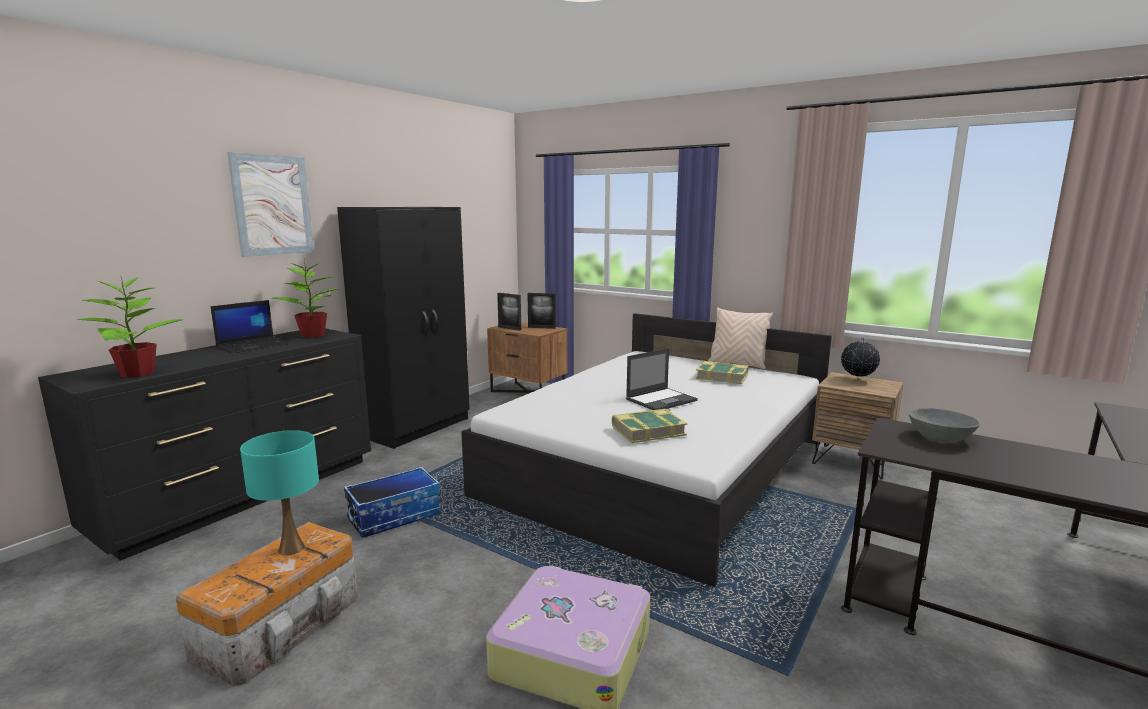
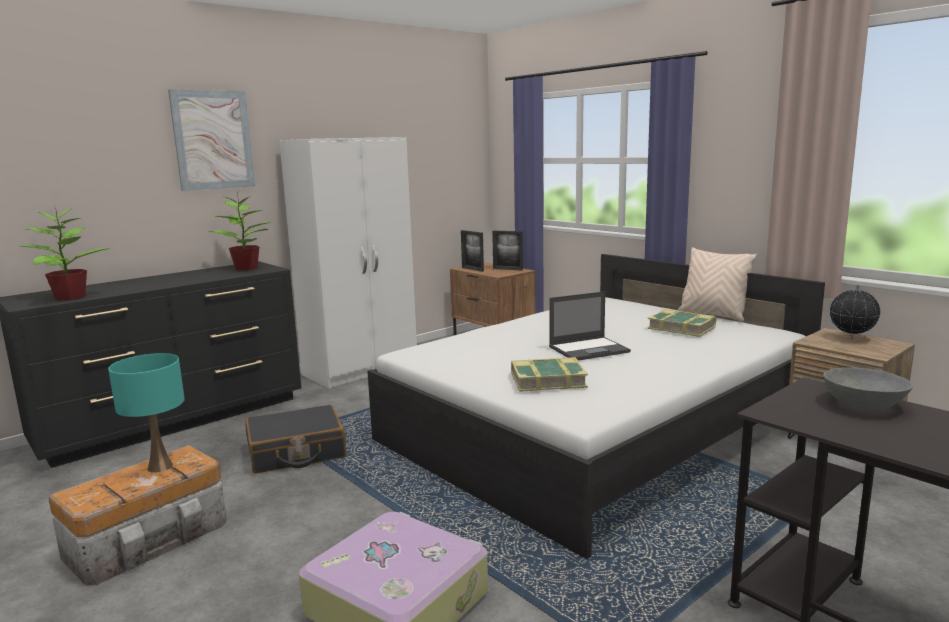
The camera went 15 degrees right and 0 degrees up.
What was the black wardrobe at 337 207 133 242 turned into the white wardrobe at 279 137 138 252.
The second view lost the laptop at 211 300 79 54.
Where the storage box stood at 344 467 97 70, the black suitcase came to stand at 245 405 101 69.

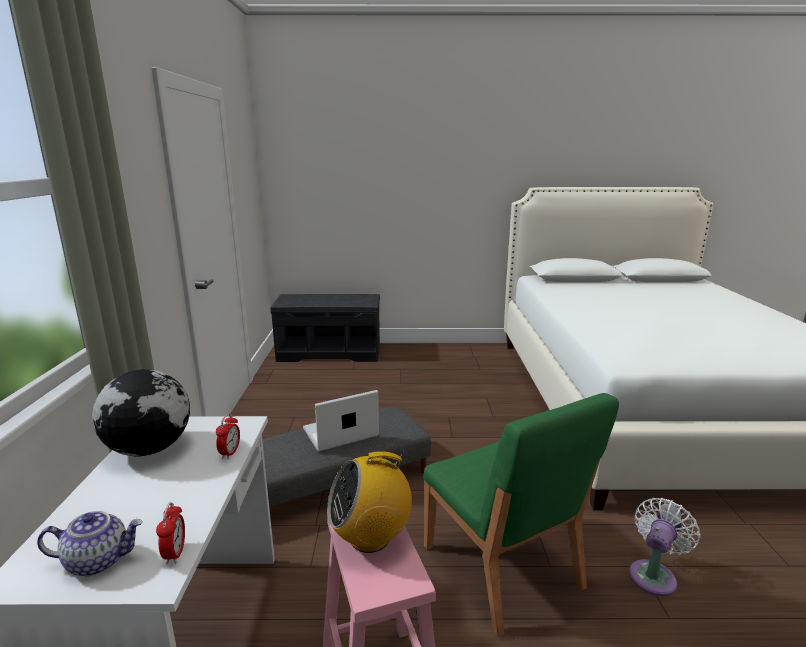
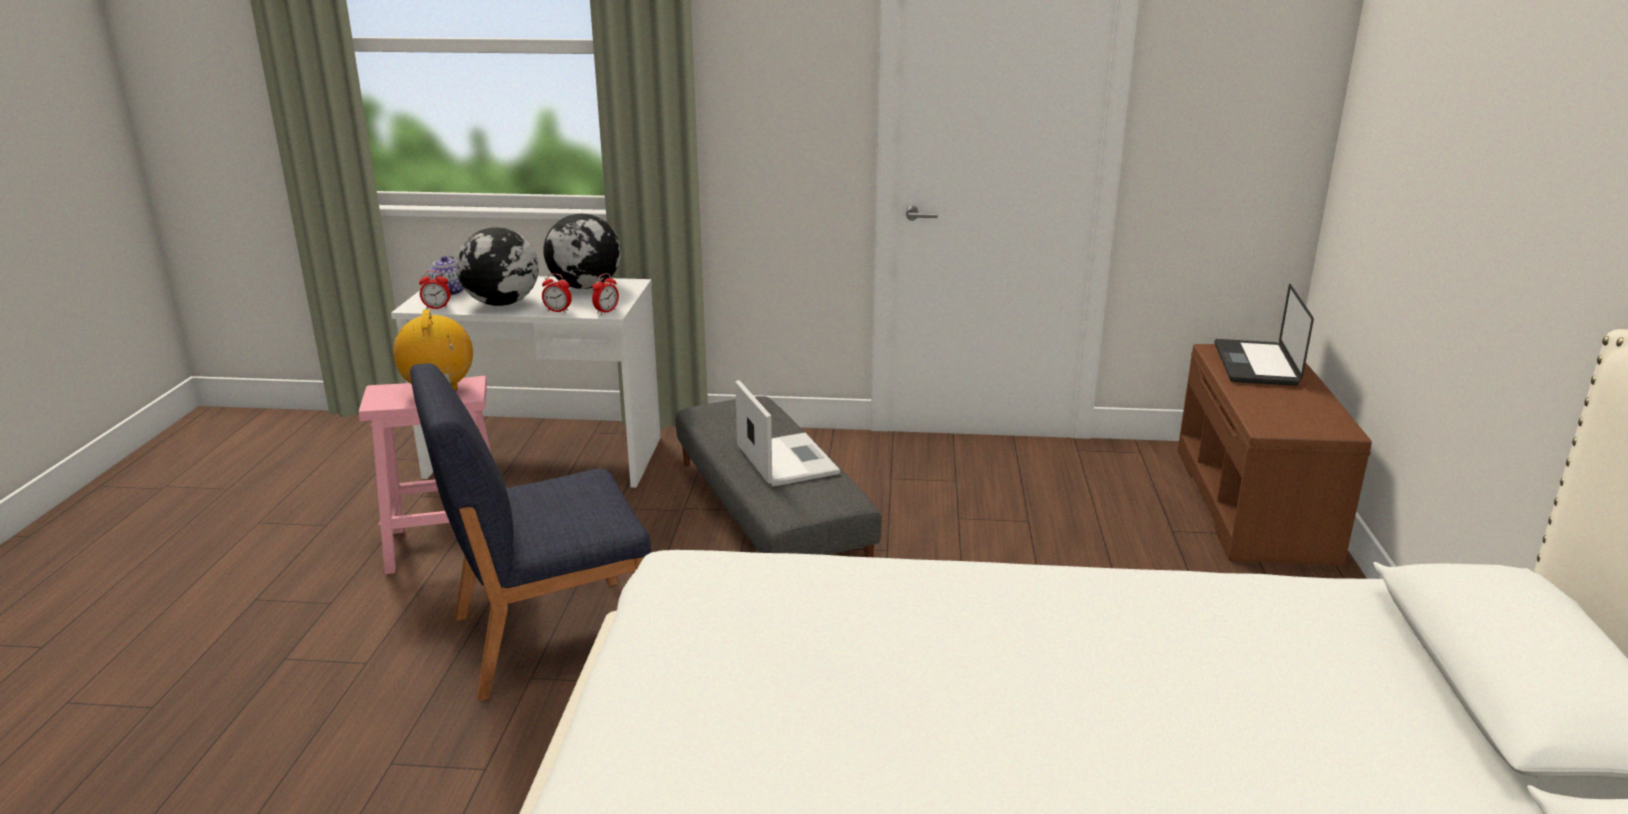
The camera went 95 degrees right and 5 degrees up.
What was the grey bench at 270 294 110 68 turned into the brown bench at 1177 344 195 222.
What was the green chair at 423 393 196 244 turned into the blue chair at 410 363 241 338.
The second view lost the white fan at 629 498 71 98.
The second view gained the globe at 456 227 83 79.
The second view gained the alarm clock at 592 273 27 42.
The second view gained the laptop at 1215 284 99 102.

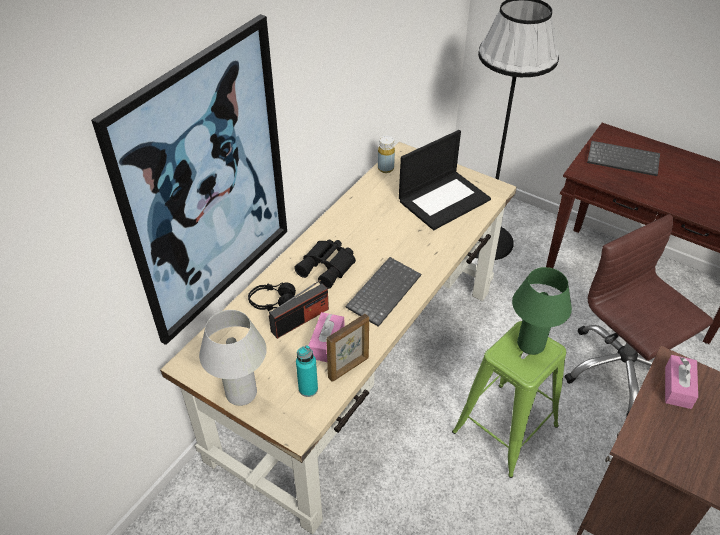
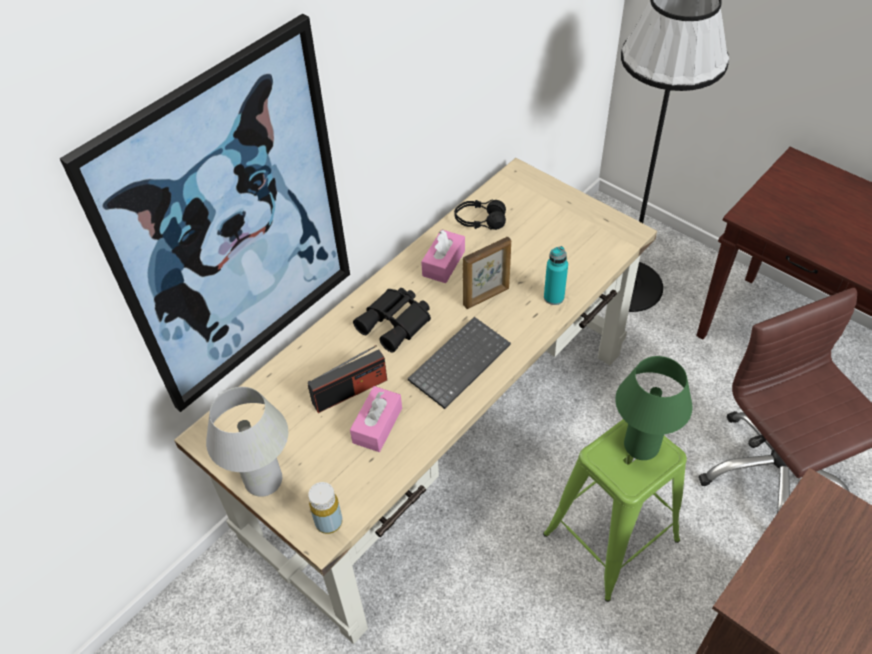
The camera went 10 degrees right and 5 degrees up.
The second view lost the laptop at 399 130 92 100.
The yellow bottle ended up elsewhere, having gone from 378 136 17 37 to 308 482 35 52.
The second view lost the keyboard at 587 141 73 35.
The black headphones ended up elsewhere, having gone from 248 282 48 29 to 454 199 52 31.
The picture frame ended up elsewhere, having gone from 326 313 43 69 to 463 237 48 72.
The turquoise bottle ended up elsewhere, having gone from 296 345 22 52 to 544 246 24 59.
The pink tissue box ended up elsewhere, having gone from 665 355 33 54 to 421 229 44 54.

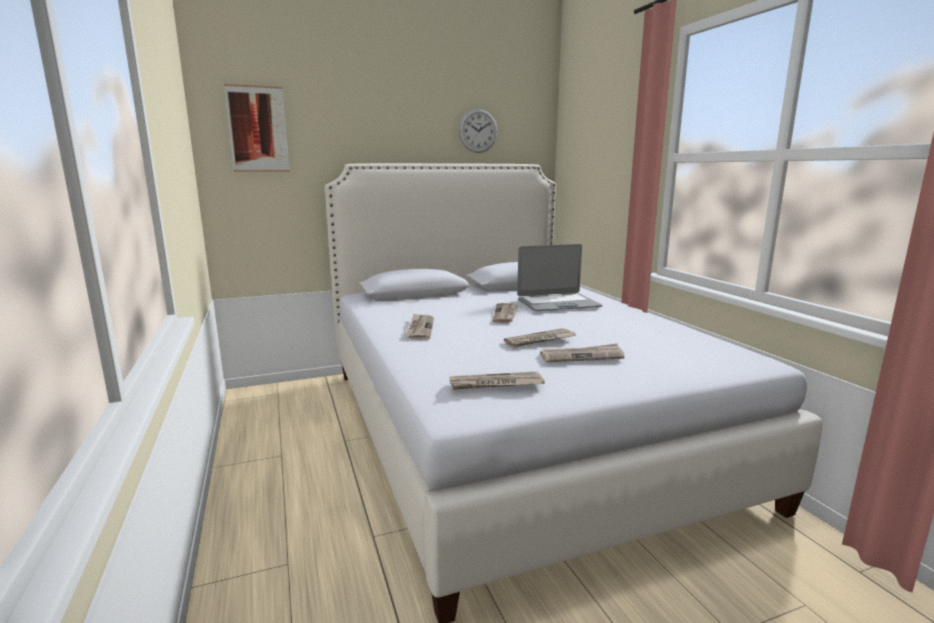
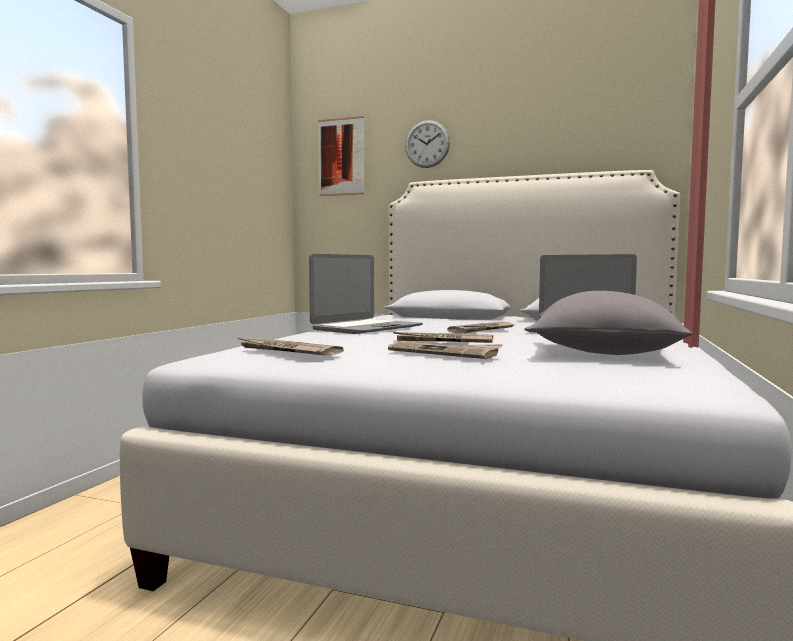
The camera went 40 degrees right and 10 degrees down.
The wall clock ended up elsewhere, having gone from 459 109 39 44 to 405 120 45 48.
Where the newspaper stood at 405 313 29 27, the laptop came to stand at 309 254 114 80.
The second view gained the grey pillow at 531 291 161 64.

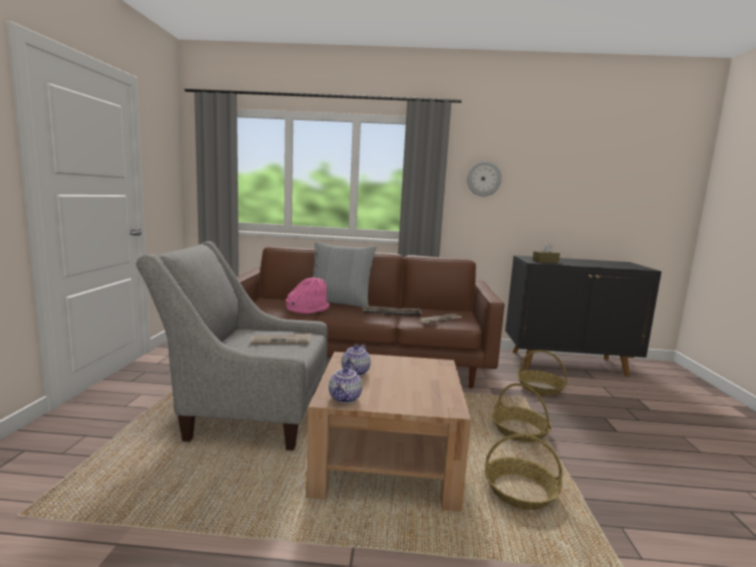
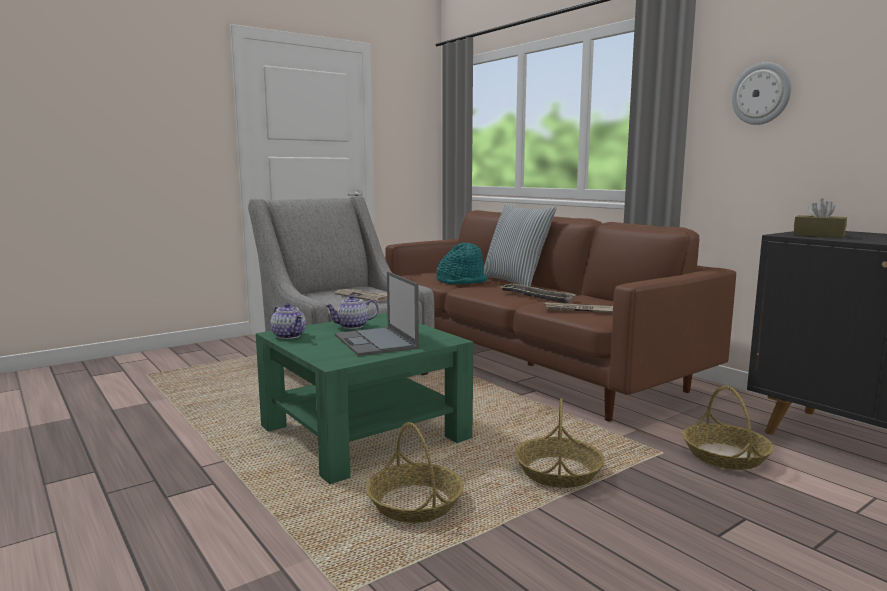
The camera went 50 degrees right and 0 degrees up.
What was the pink hat at 286 277 44 37 turned into the turquoise hat at 436 243 52 41.
What was the brown coffee table at 306 352 165 160 turned into the green coffee table at 256 313 217 171.
The teapot at 329 365 33 38 ended up facing another way, 105 degrees counterclockwise from before.
The second view gained the laptop at 335 271 84 85.

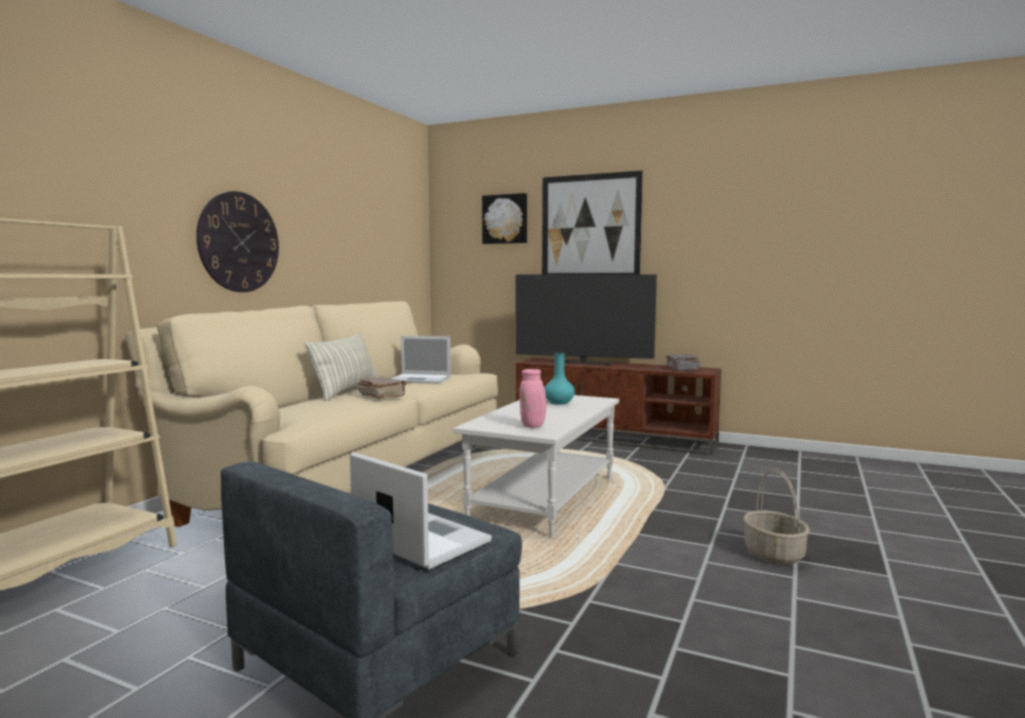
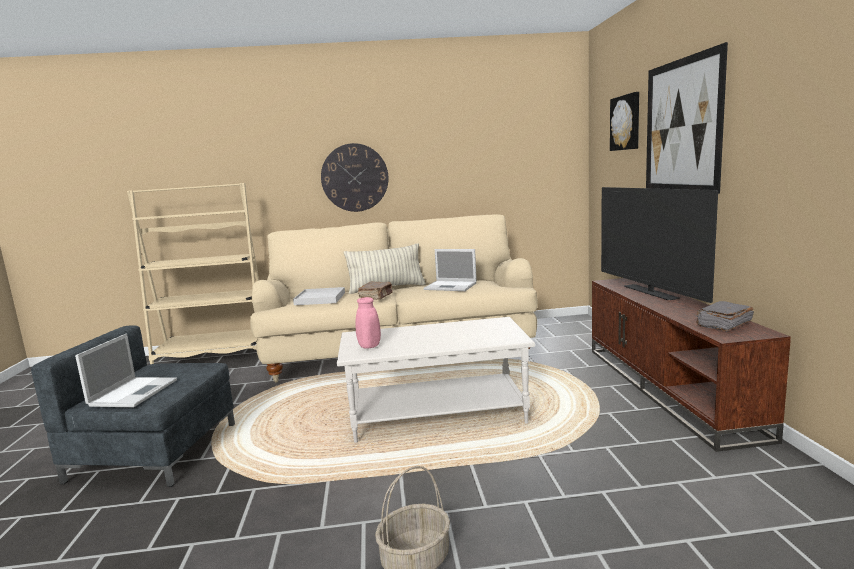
The camera went 60 degrees right and 5 degrees up.
The laptop at 391 336 60 48 ended up facing another way, 45 degrees counterclockwise from before.
The second view lost the turquoise vase at 545 353 30 52.
The second view gained the white tray at 293 287 52 18.

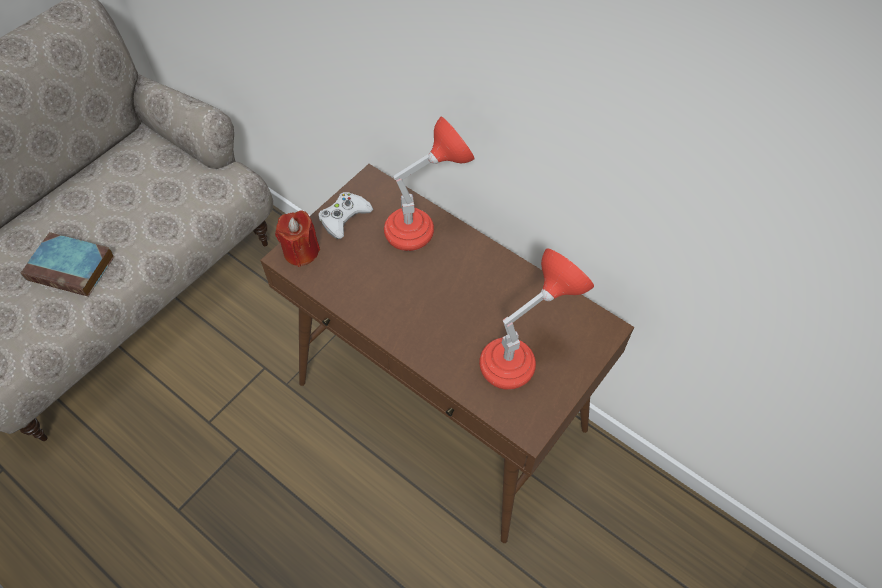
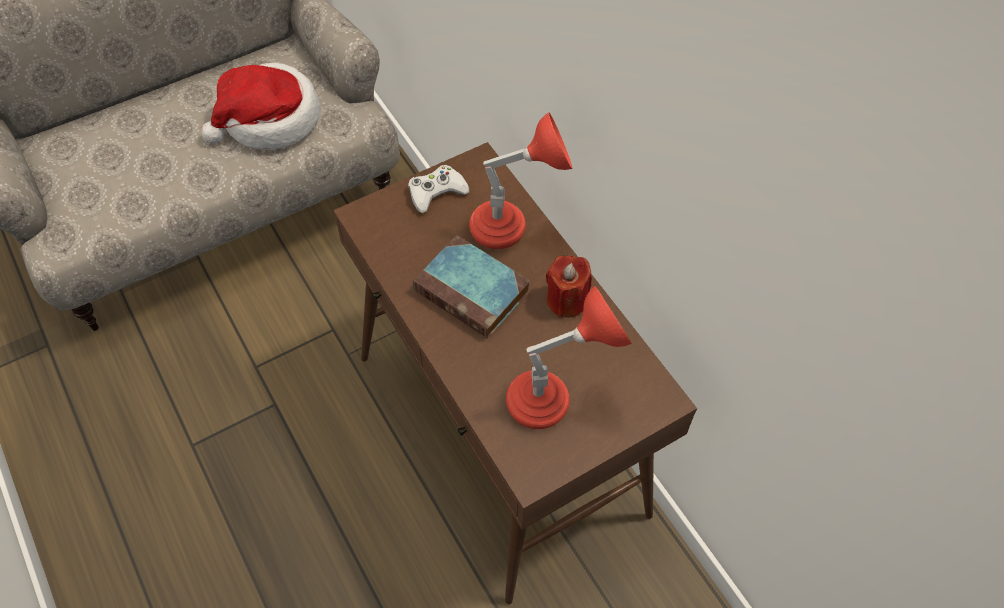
The camera went 20 degrees right and 0 degrees up.
The red candle ended up elsewhere, having gone from 275 211 45 56 to 546 255 46 63.
The book ended up elsewhere, having gone from 20 232 95 65 to 413 235 117 103.
The second view gained the hat at 201 63 119 87.

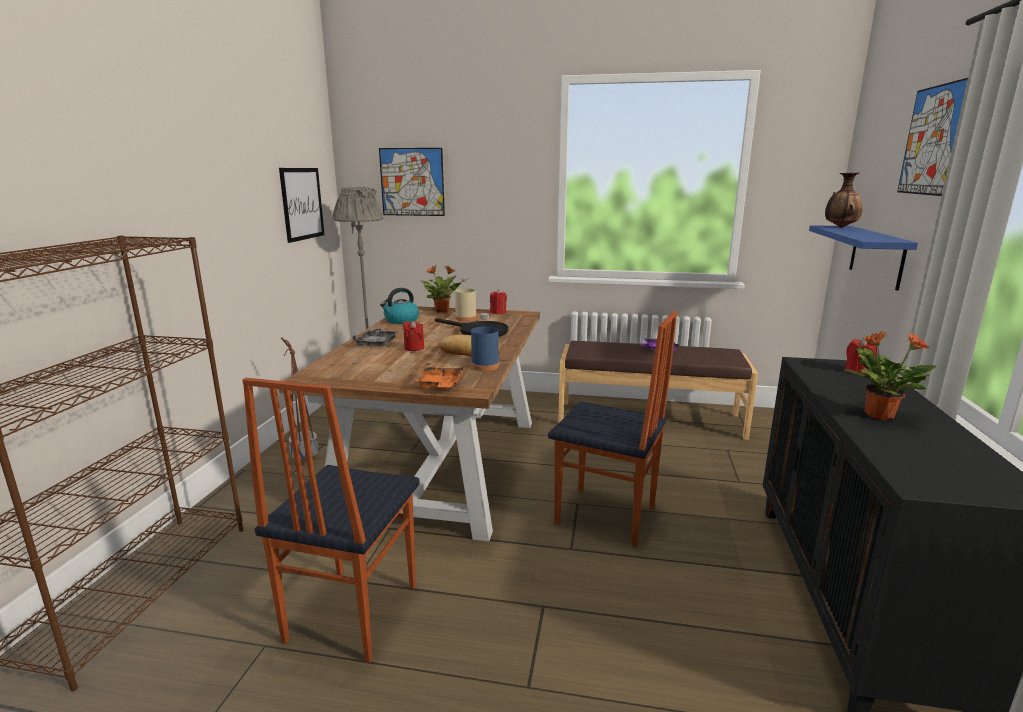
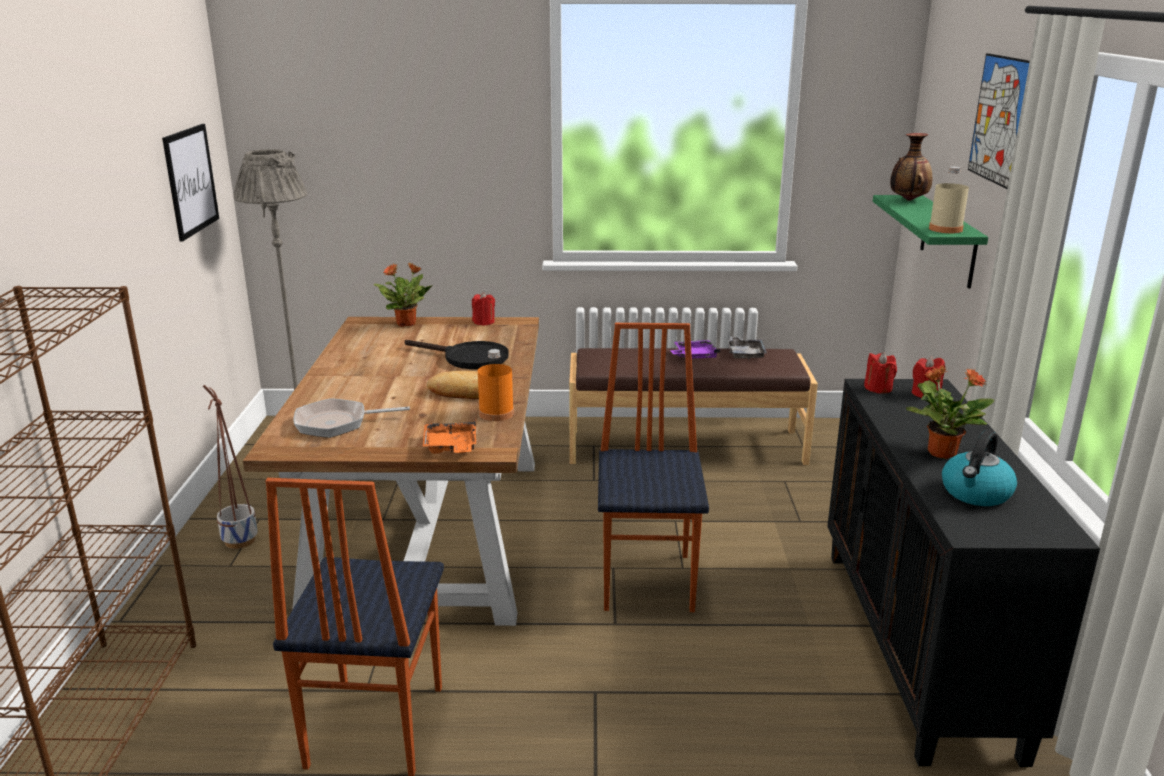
The camera went 10 degrees left and 5 degrees up.
The second view lost the picture at 379 148 66 68.
What was the blue shelf at 809 225 109 66 turned into the green shelf at 873 195 115 93.
The beige bottle ended up elsewhere, having gone from 455 278 22 43 to 929 167 40 66.
The kettle ended up elsewhere, having gone from 380 288 39 36 to 942 430 75 76.
The chair at 548 311 129 236 ended up facing another way, 105 degrees counterclockwise from before.
What was the blue bottle at 471 313 28 58 turned into the orange bottle at 478 349 36 72.
The red candle ended up elsewhere, having gone from 403 320 21 31 to 864 352 33 42.
The grey tray ended up elsewhere, having gone from 352 328 47 20 to 727 336 40 24.
The second view gained the frying pan at 293 398 117 40.

